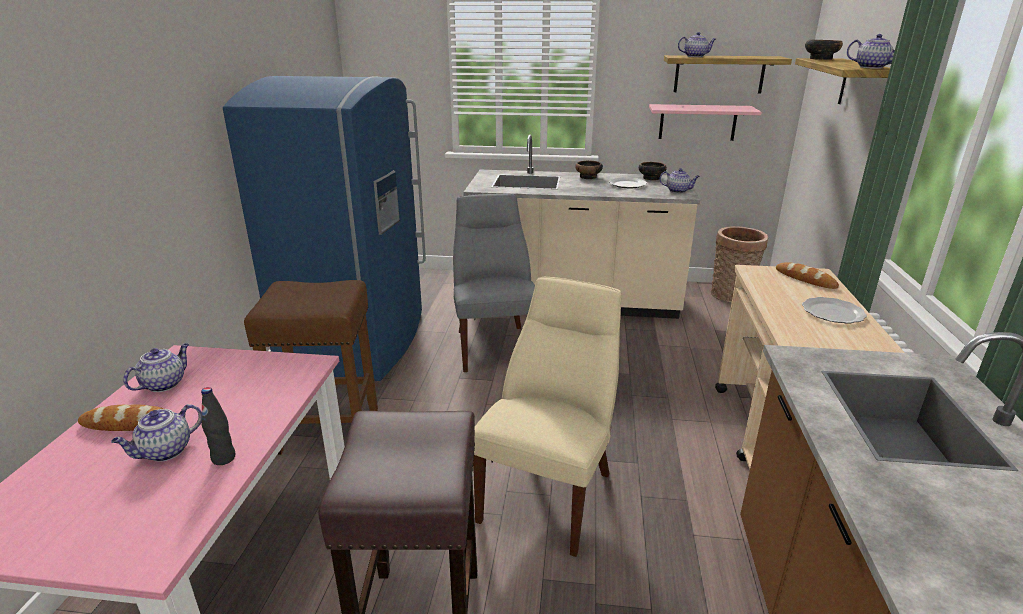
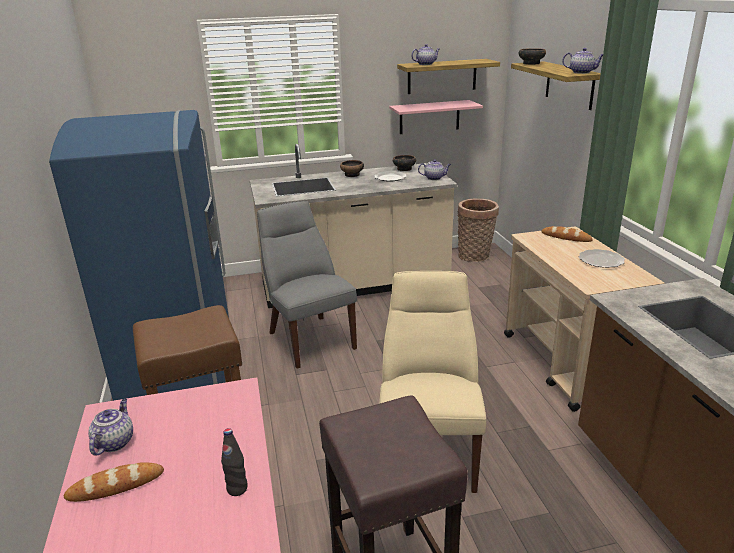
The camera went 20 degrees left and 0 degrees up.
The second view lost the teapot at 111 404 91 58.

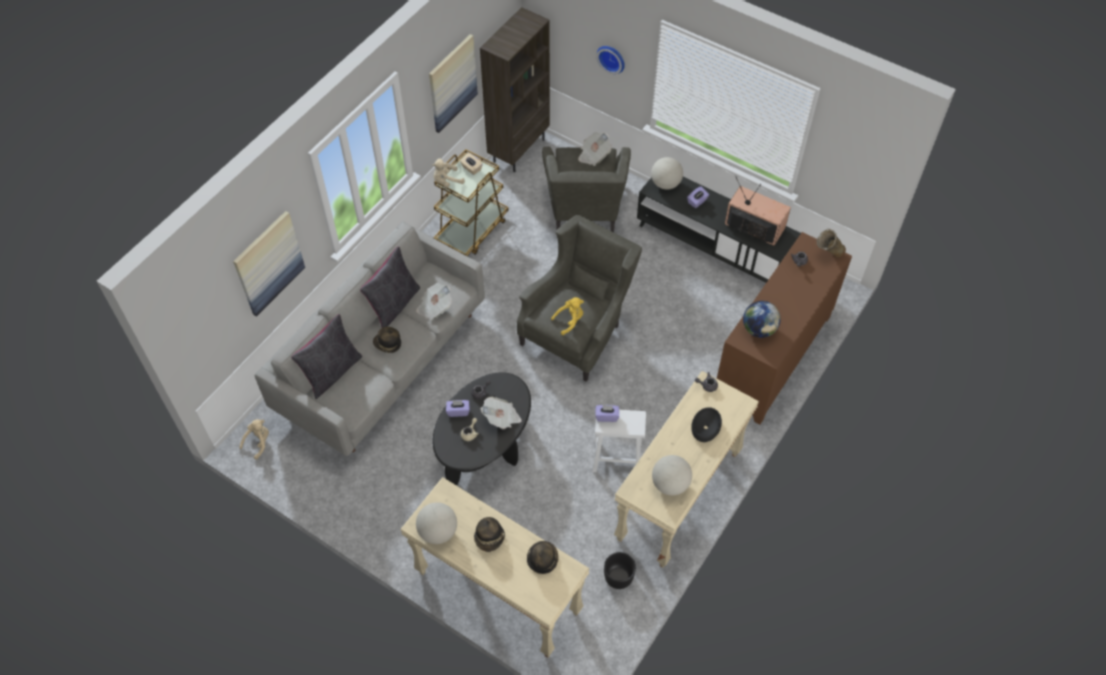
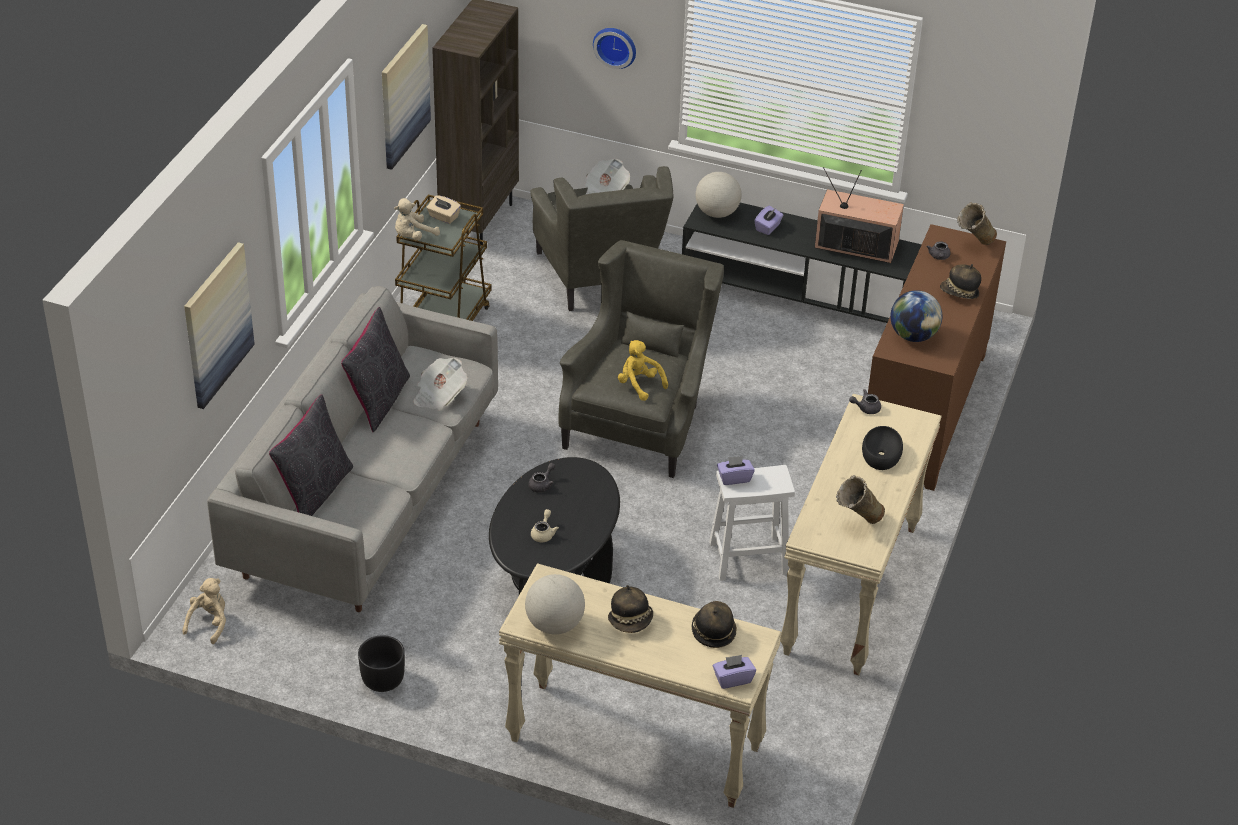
The camera went 15 degrees left and 15 degrees down.
The yellow plush toy at 551 297 33 38 ended up facing another way, 90 degrees counterclockwise from before.
The hat ended up elsewhere, having gone from 373 327 28 26 to 940 264 41 35.
The second view lost the newspaper at 481 397 41 32.
The purple tissue box ended up elsewhere, having gone from 446 400 24 17 to 713 655 43 34.
Where the globe stood at 652 455 40 41, the beige vase came to stand at 836 475 49 49.
The black planter ended up elsewhere, having gone from 604 552 32 37 to 358 635 47 57.

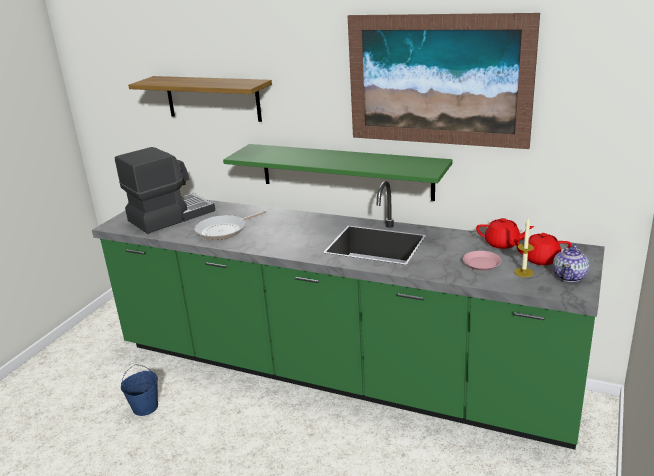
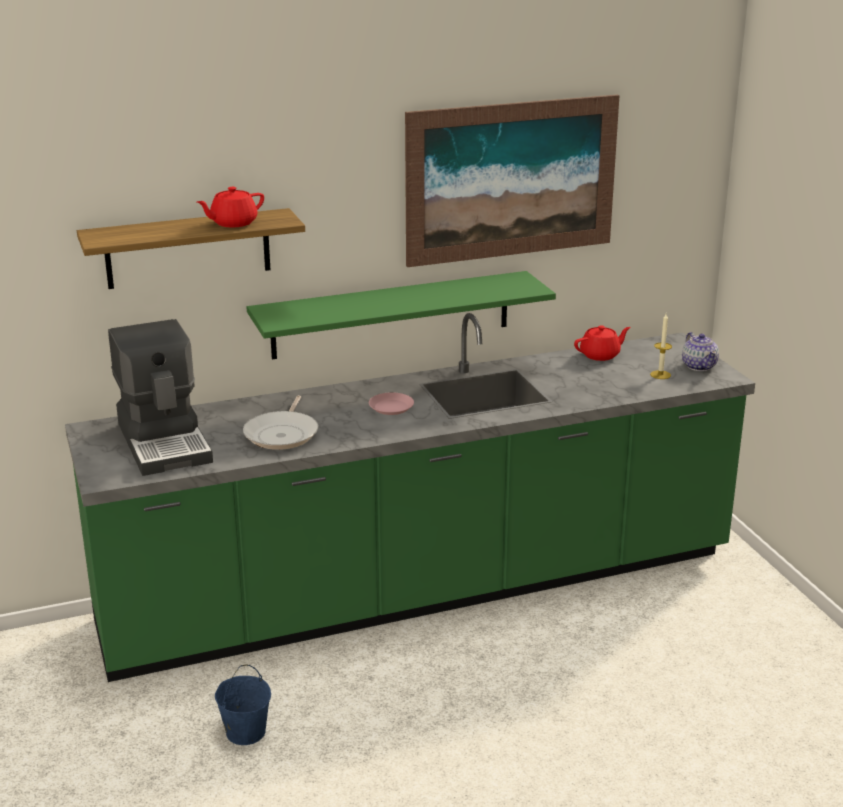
The camera went 45 degrees left and 0 degrees up.
The coffee machine at 115 147 100 87 ended up facing another way, 150 degrees clockwise from before.
The red teapot ended up elsewhere, having gone from 511 233 61 32 to 197 187 67 40.
The pink plate ended up elsewhere, having gone from 463 251 39 19 to 369 392 45 23.

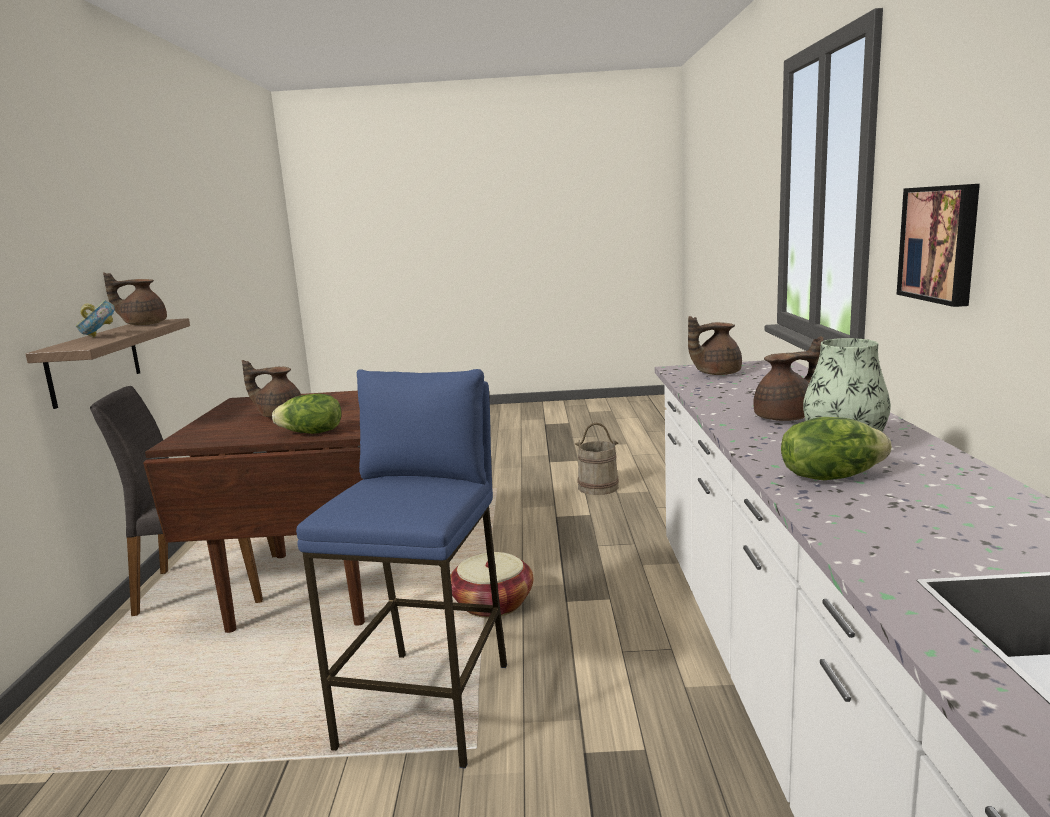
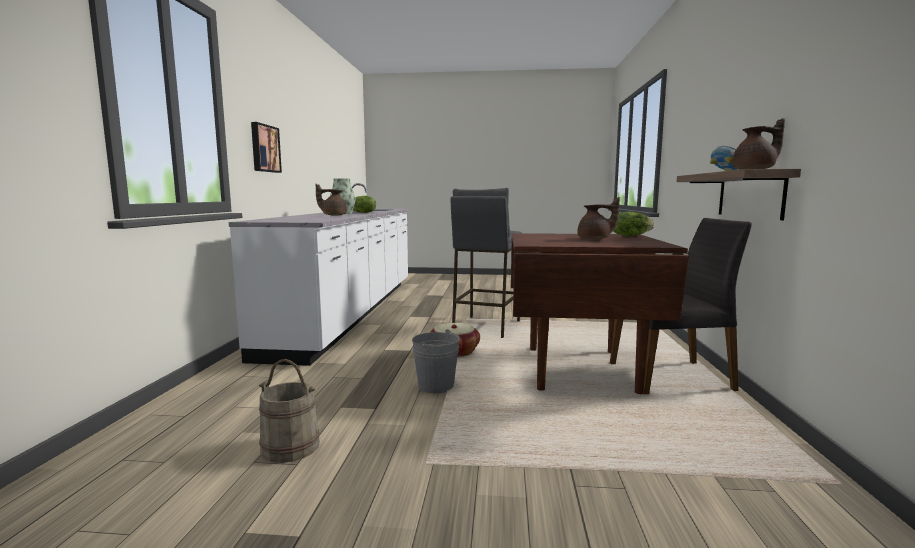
The camera went 175 degrees left and 5 degrees down.
The second view lost the brown teapot at 688 316 54 59.
What was the blue stool at 296 369 211 400 turned into the grey stool at 450 188 72 150.
The lettuce ended up elsewhere, having gone from 272 394 70 40 to 613 212 41 24.
The second view gained the grey bucket at 412 329 48 64.

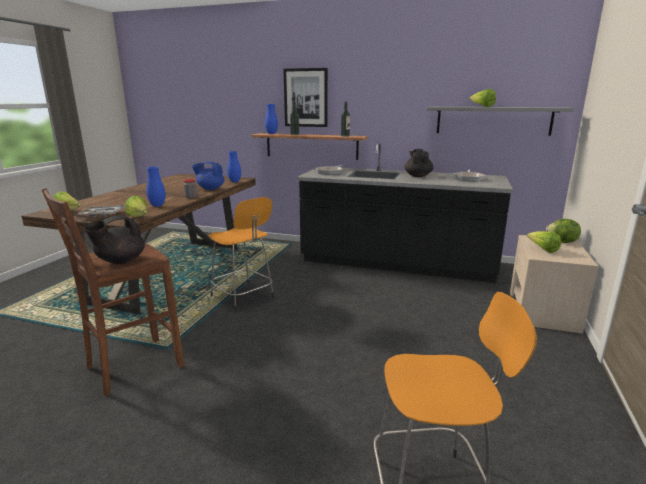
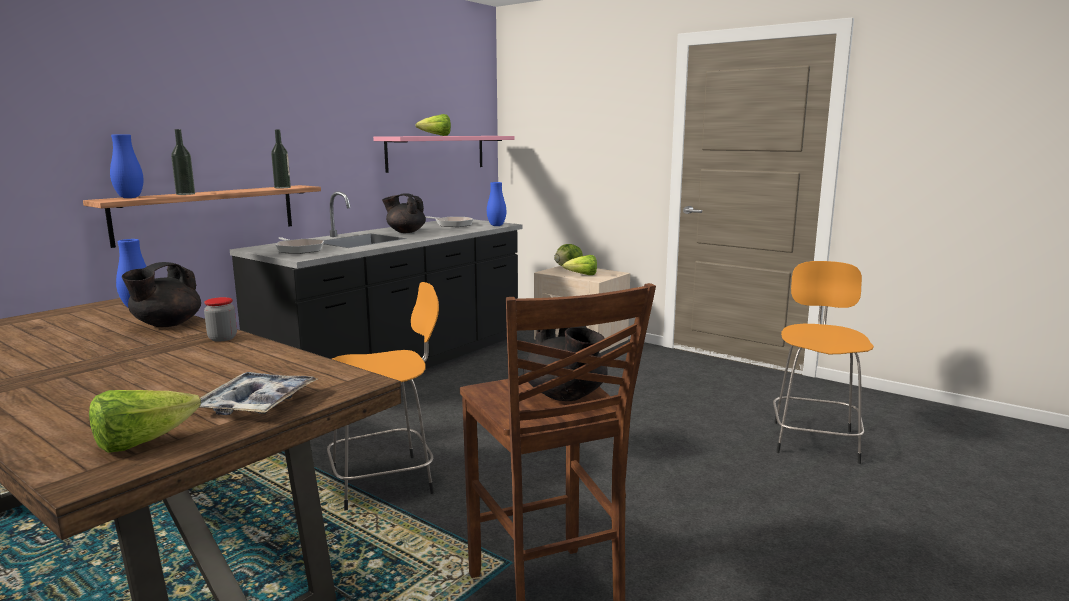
The camera went 70 degrees left and 5 degrees down.
The second view lost the picture at 283 68 45 59.
What was the grey shelf at 427 107 147 29 turned into the pink shelf at 373 136 142 37.
What was the blue teapot at 192 162 33 28 turned into the black teapot at 122 262 79 65.
The blue vase ended up elsewhere, having gone from 146 167 20 40 to 487 182 19 44.
The second view lost the lettuce at 125 196 22 21.

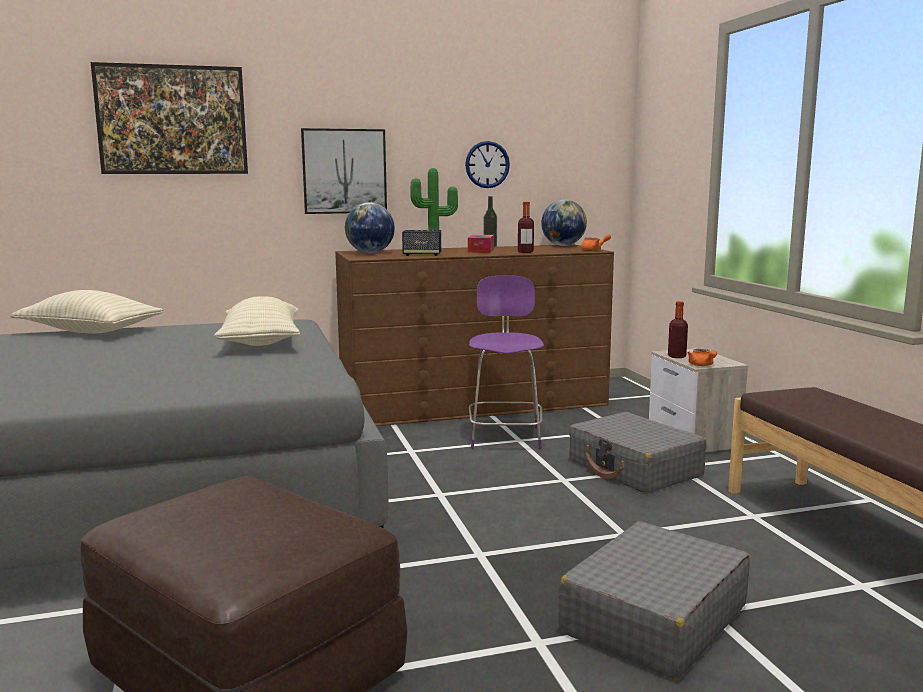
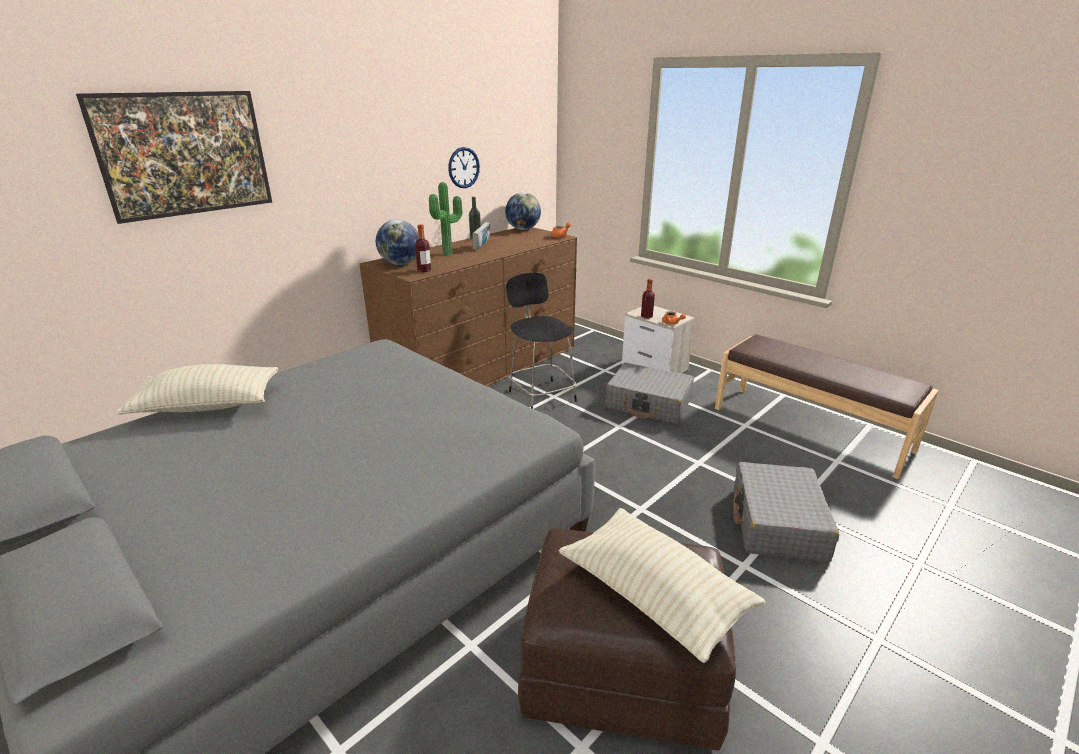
The camera went 30 degrees left and 15 degrees up.
The second view lost the picture at 301 128 86 86.
The bottle ended up elsewhere, having gone from 518 202 16 51 to 415 224 16 48.
The second view lost the speaker at 402 229 39 27.
Where the tissue box stood at 468 235 26 18, the book came to stand at 472 222 18 28.
What was the purple chair at 469 275 75 174 turned into the black chair at 506 273 71 136.
The beige pillow ended up elsewhere, having gone from 214 296 86 50 to 558 508 207 155.

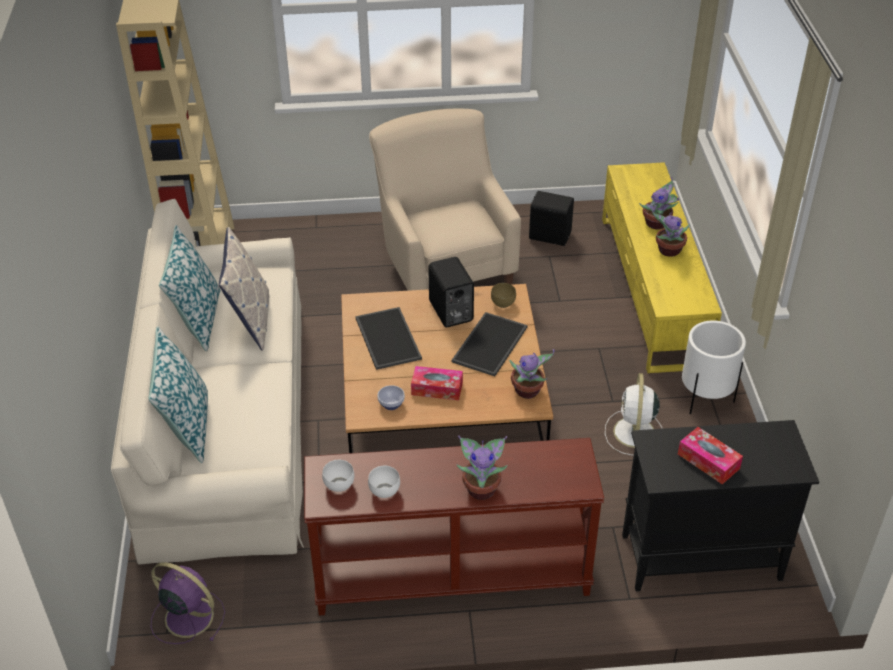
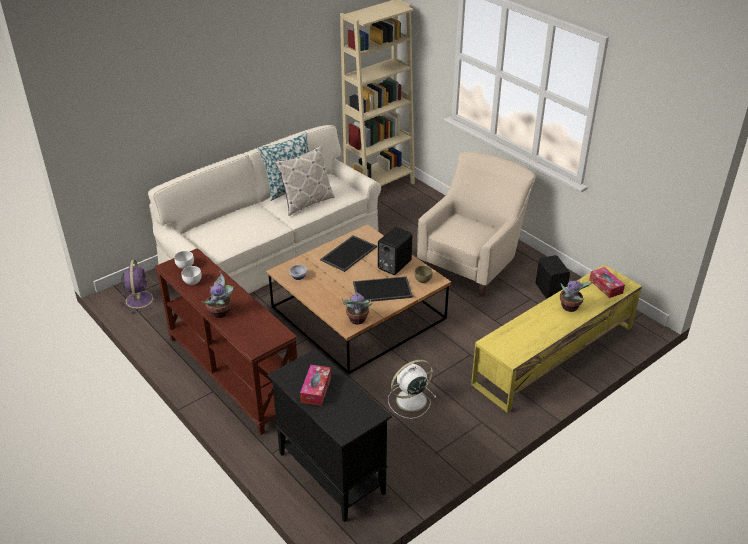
The camera went 55 degrees right and 5 degrees down.
The second view lost the potted plant at 652 208 38 49.
The second view lost the white planter at 682 321 64 93.
The second view lost the pillow at 148 326 60 137.
The tissue box ended up elsewhere, having gone from 411 366 52 34 to 589 267 36 31.

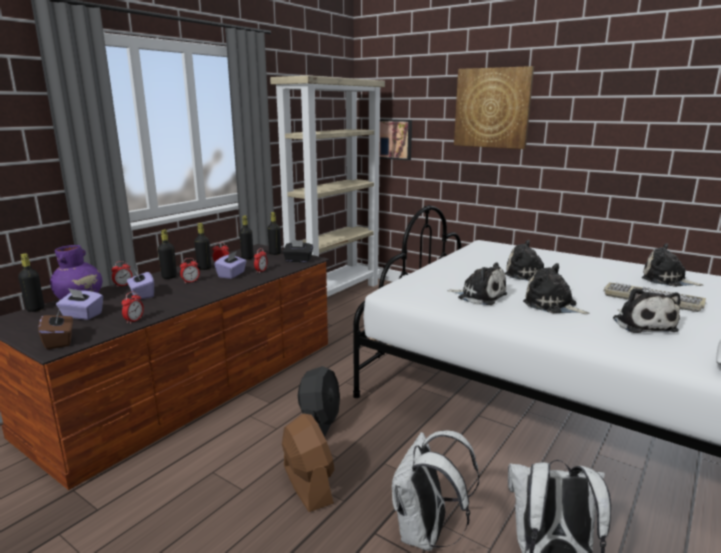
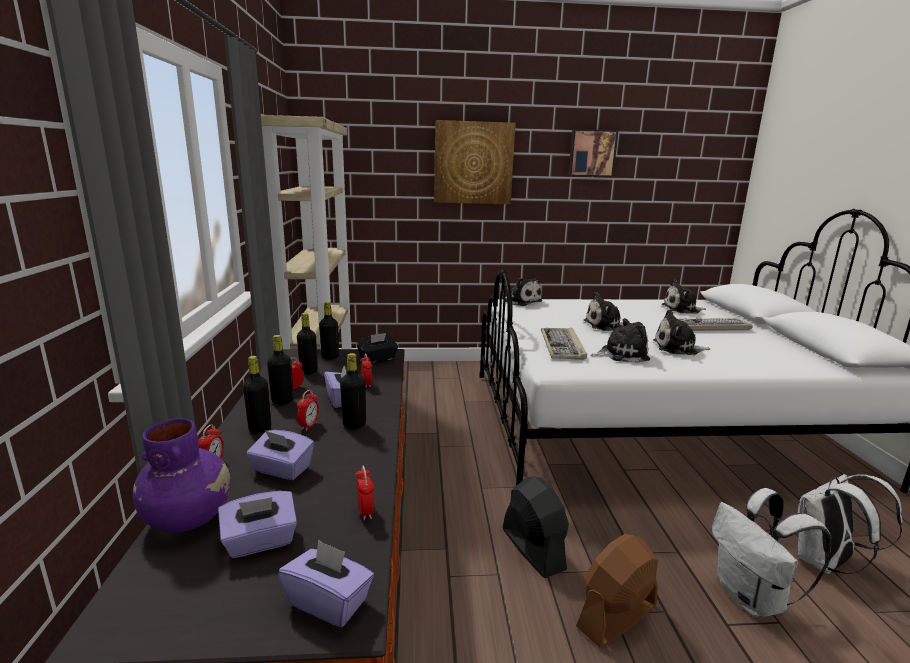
The camera went 40 degrees left and 0 degrees up.
The picture ended up elsewhere, having gone from 379 119 33 41 to 568 129 51 48.
The black bottle ended up elsewhere, having gone from 18 253 26 59 to 340 353 26 76.
The plush toy ended up elsewhere, having gone from 613 288 67 45 to 502 278 40 28.
What was the brown tissue box at 38 308 35 42 turned into the purple tissue box at 278 539 96 88.
The brown fan at 282 414 52 98 ended up facing another way, 60 degrees counterclockwise from before.
The second view gained the keyboard at 541 328 46 32.

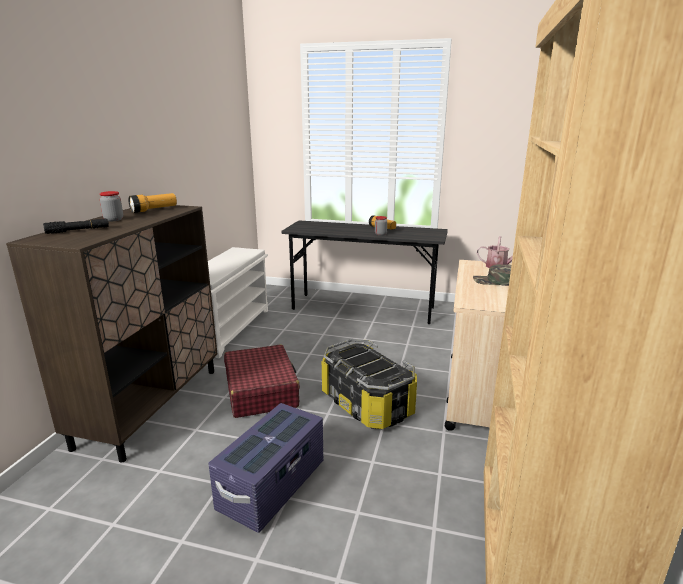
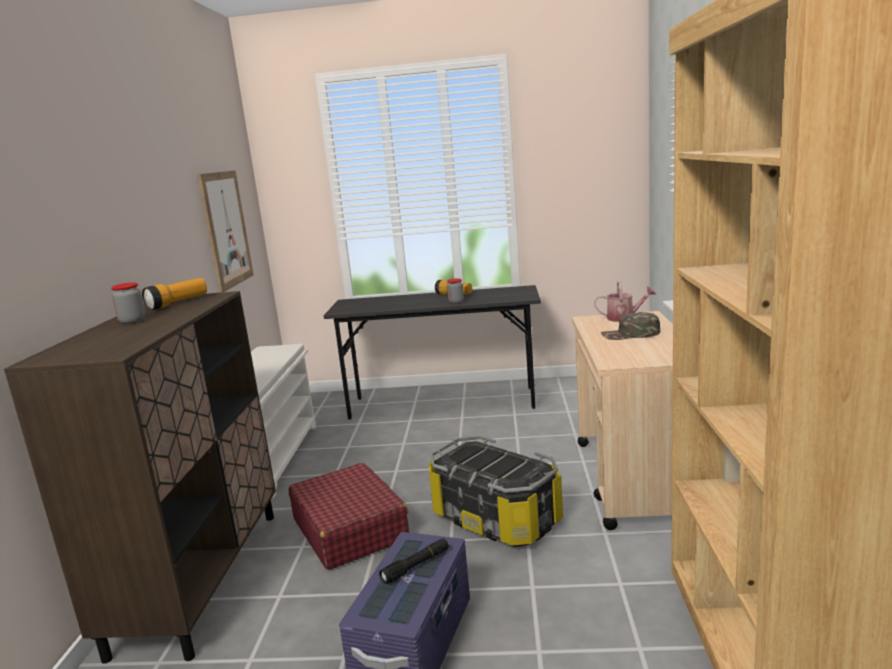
The camera went 10 degrees left and 5 degrees down.
The black flashlight ended up elsewhere, having gone from 43 219 66 15 to 379 538 70 46.
The second view gained the picture at 198 170 56 123.

